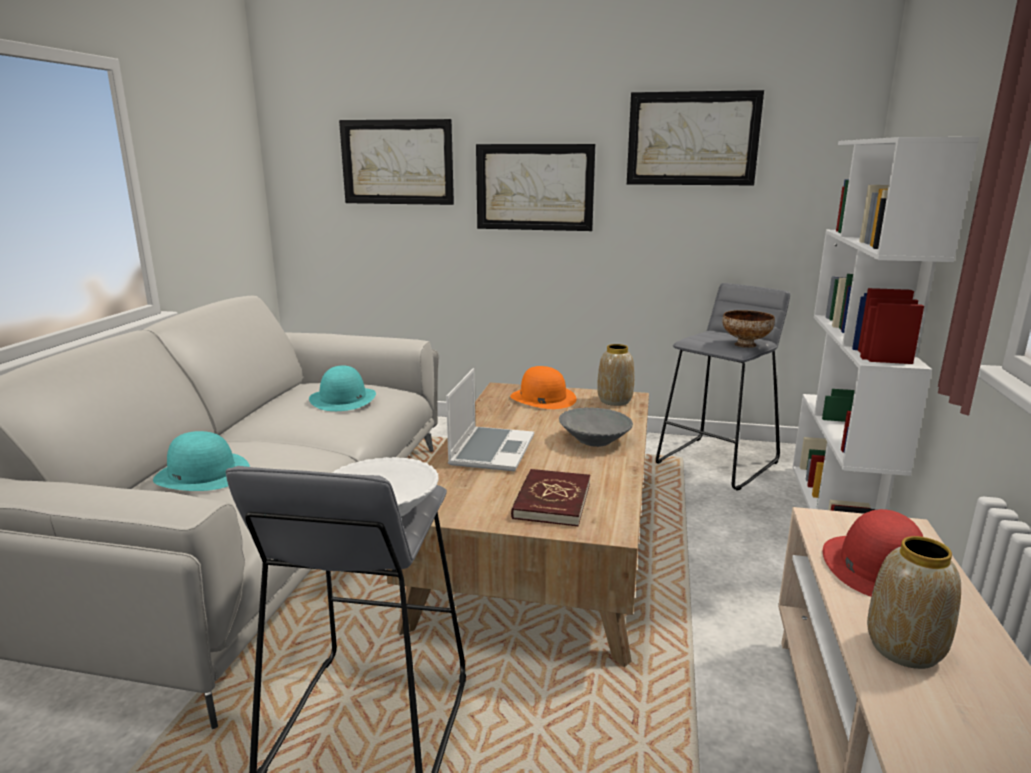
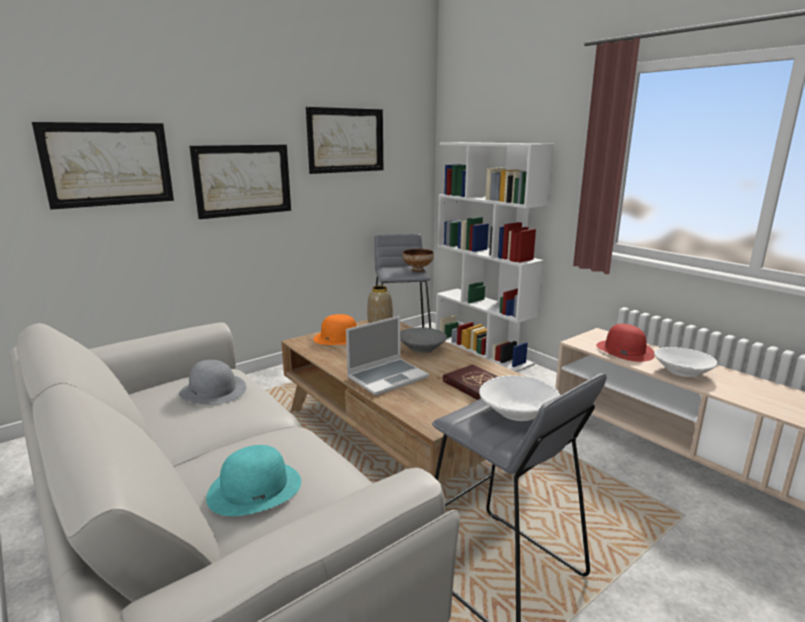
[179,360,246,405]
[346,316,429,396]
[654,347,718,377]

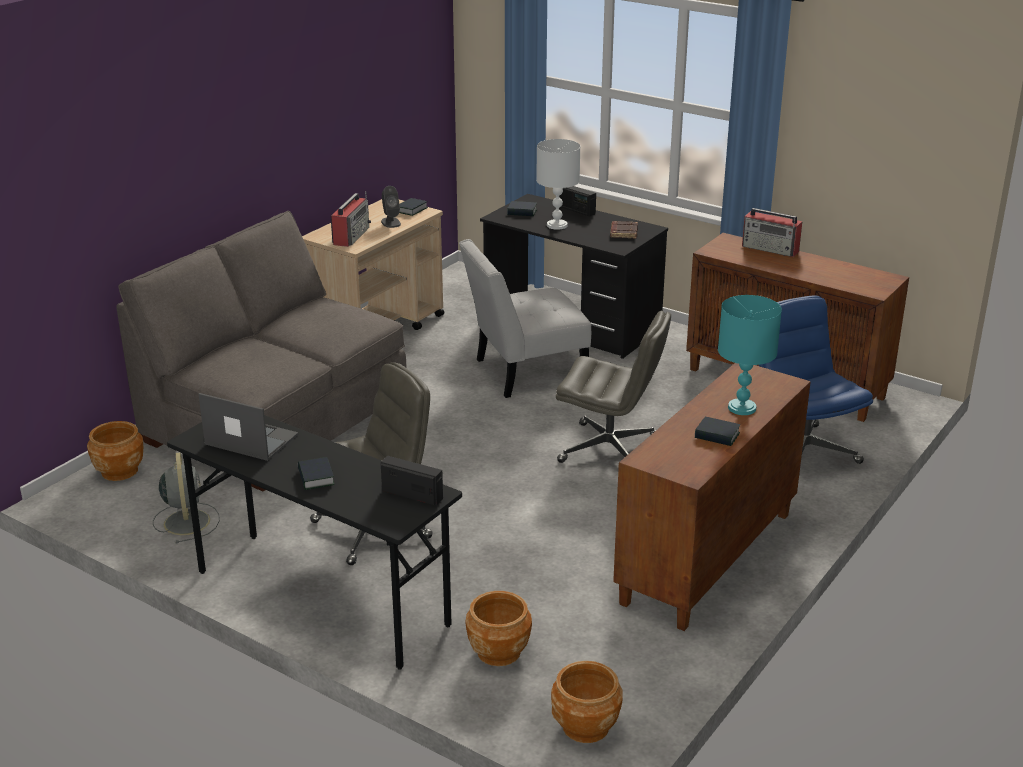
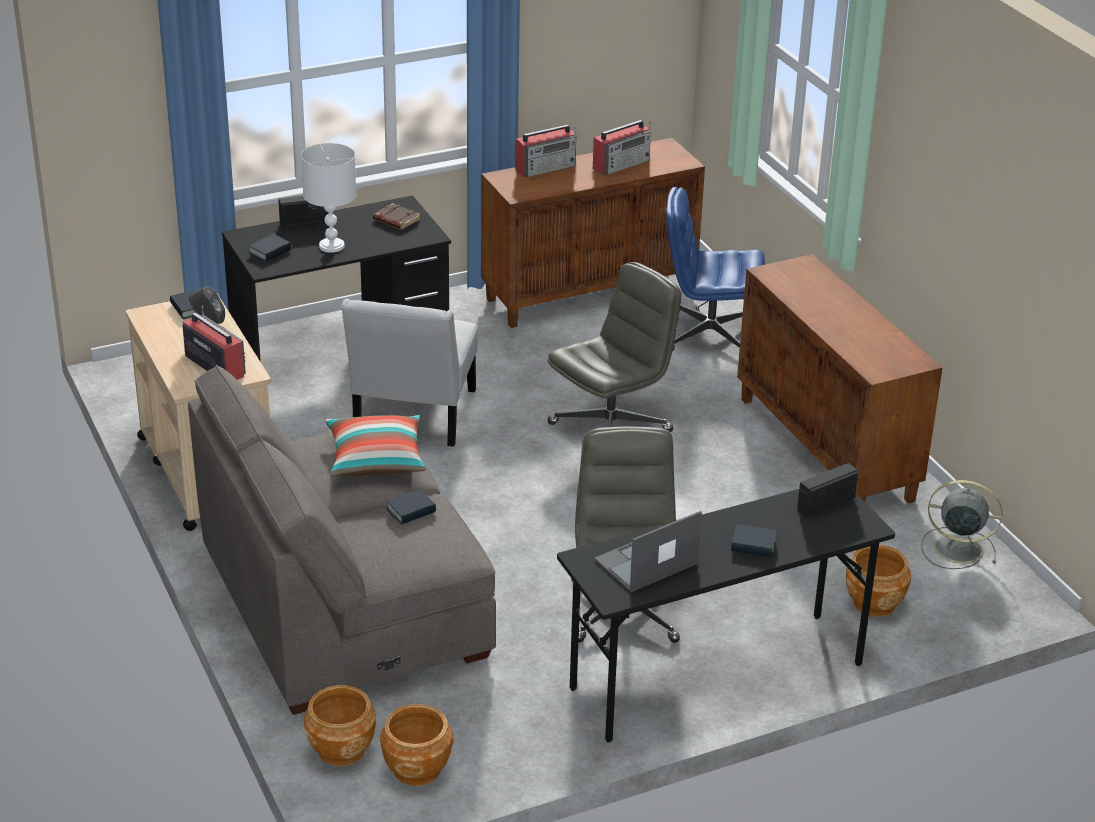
[718,295,782,415] (first image)
[386,489,436,524]
[921,480,1002,569]
[380,704,454,786]
[593,120,651,176]
[325,415,426,476]

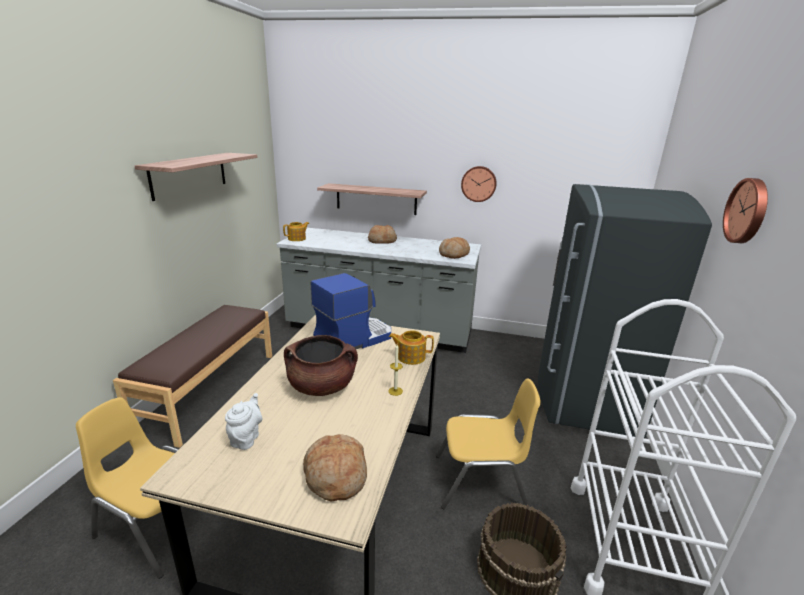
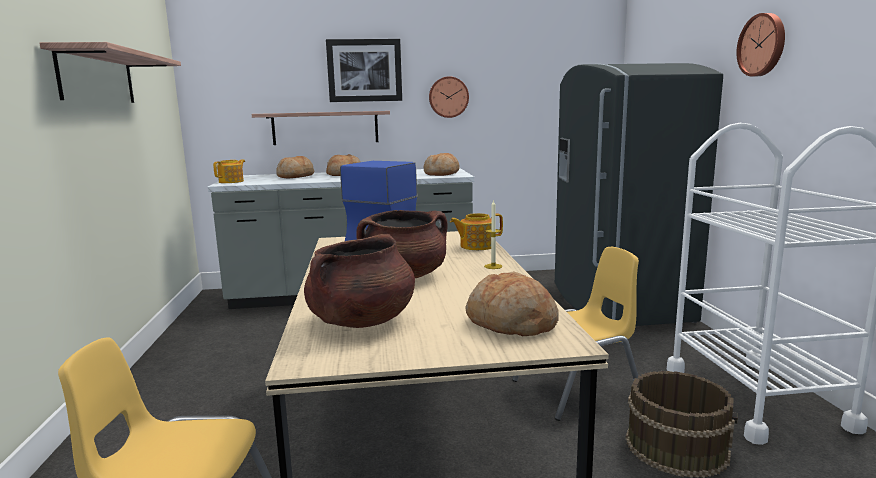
[113,305,272,448] (first image)
[304,234,415,328]
[326,39,402,102]
[276,156,314,178]

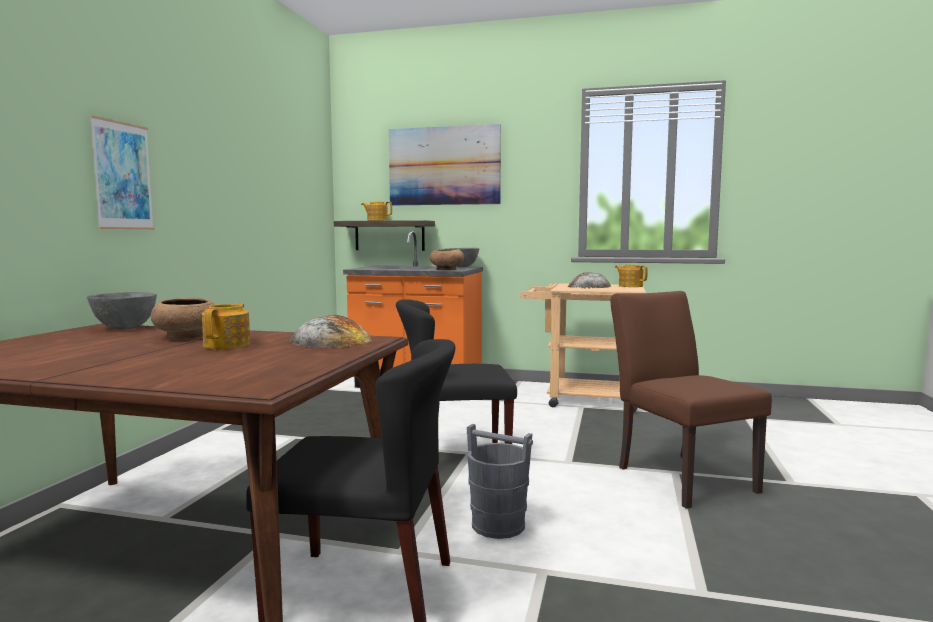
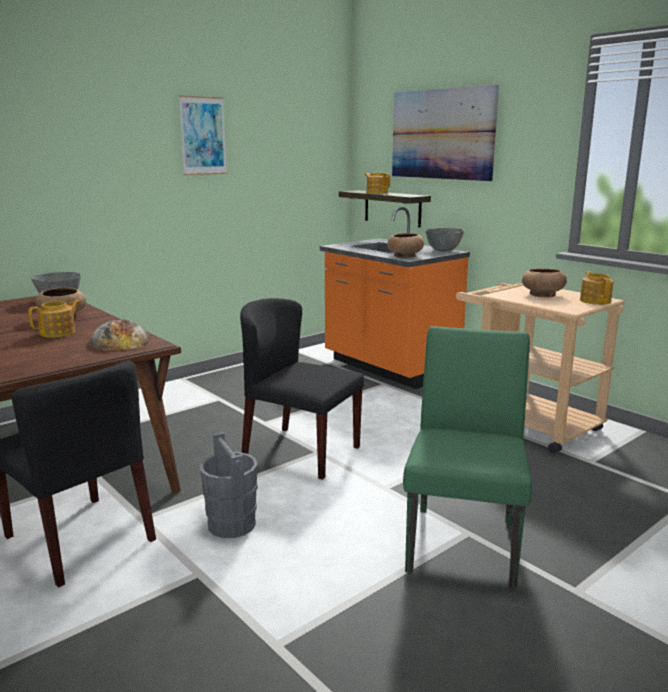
[179,95,227,175]
[522,268,567,297]
[403,326,532,588]

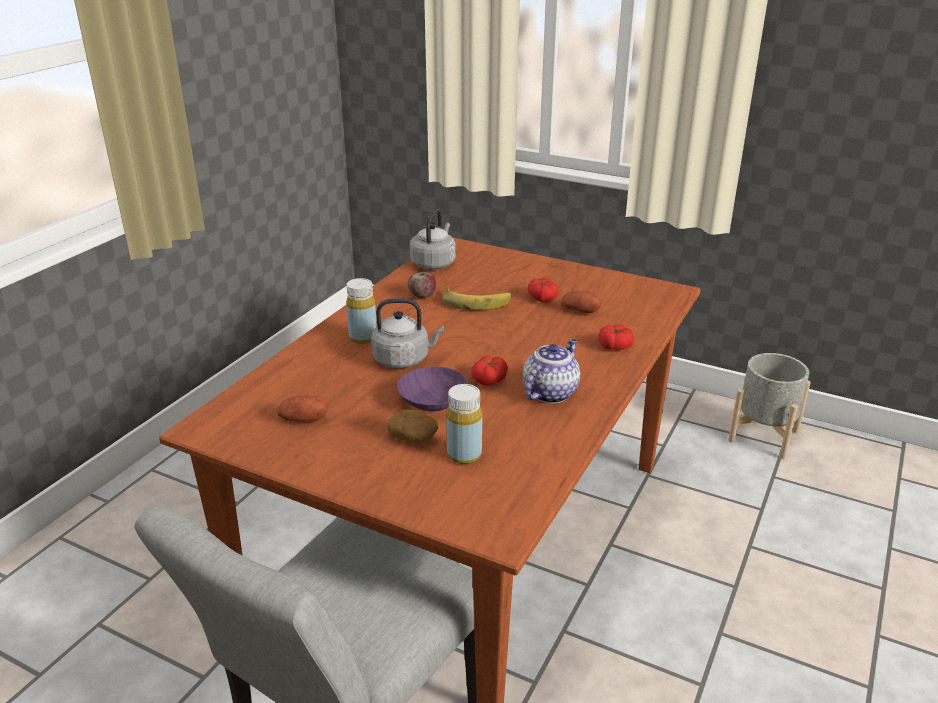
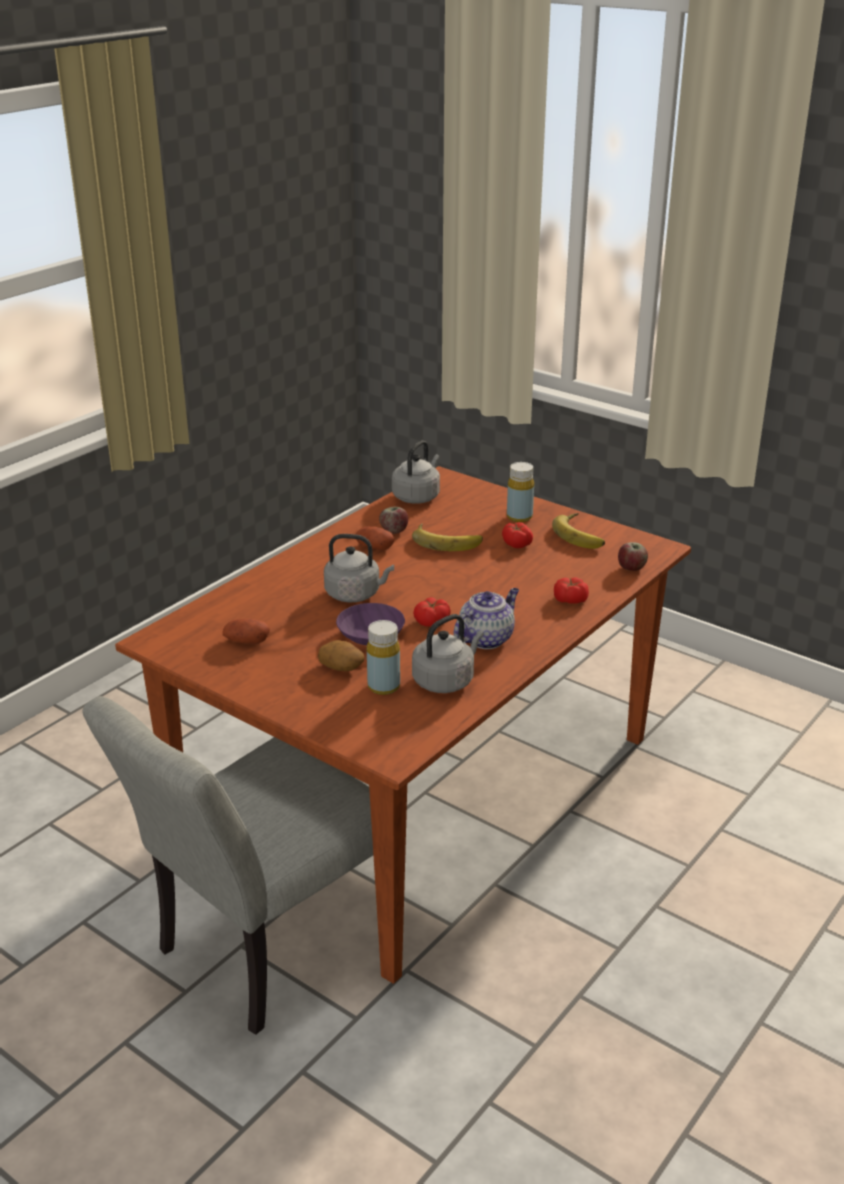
[507,462,534,522]
[356,527,394,550]
[728,353,811,459] (first image)
[552,513,605,549]
[618,542,648,571]
[412,614,484,693]

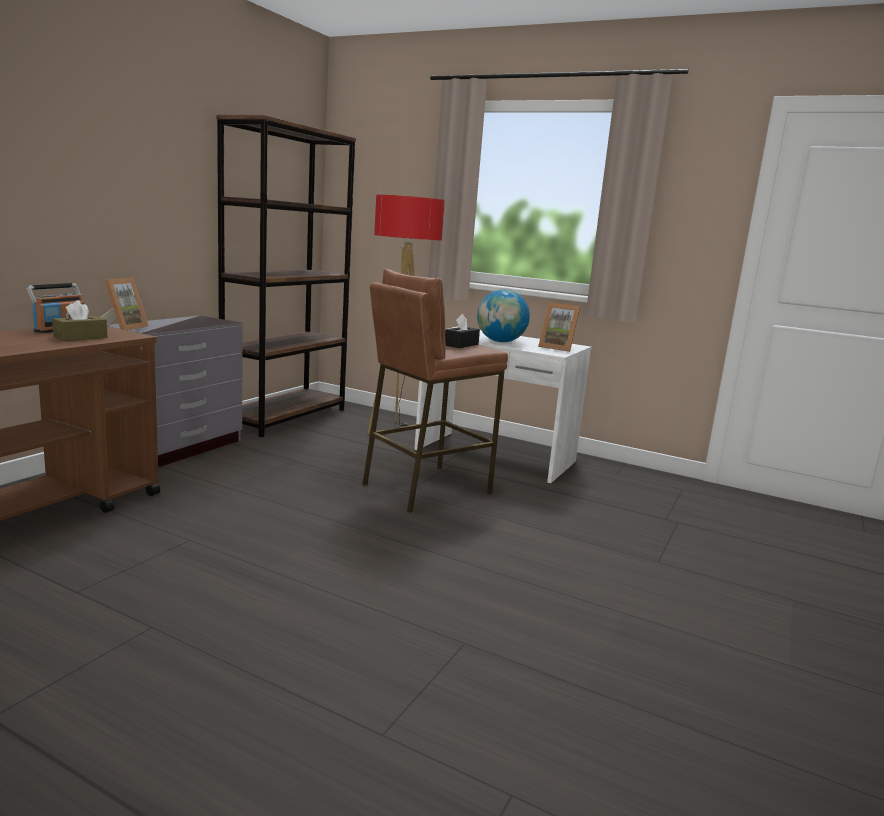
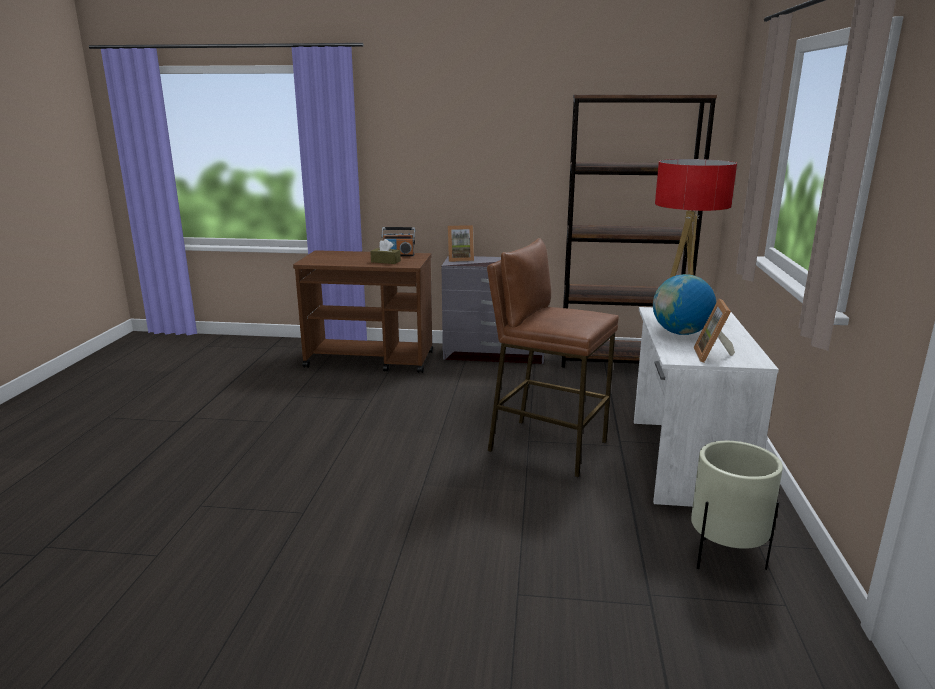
[445,314,480,348] (first image)
[691,441,783,570]

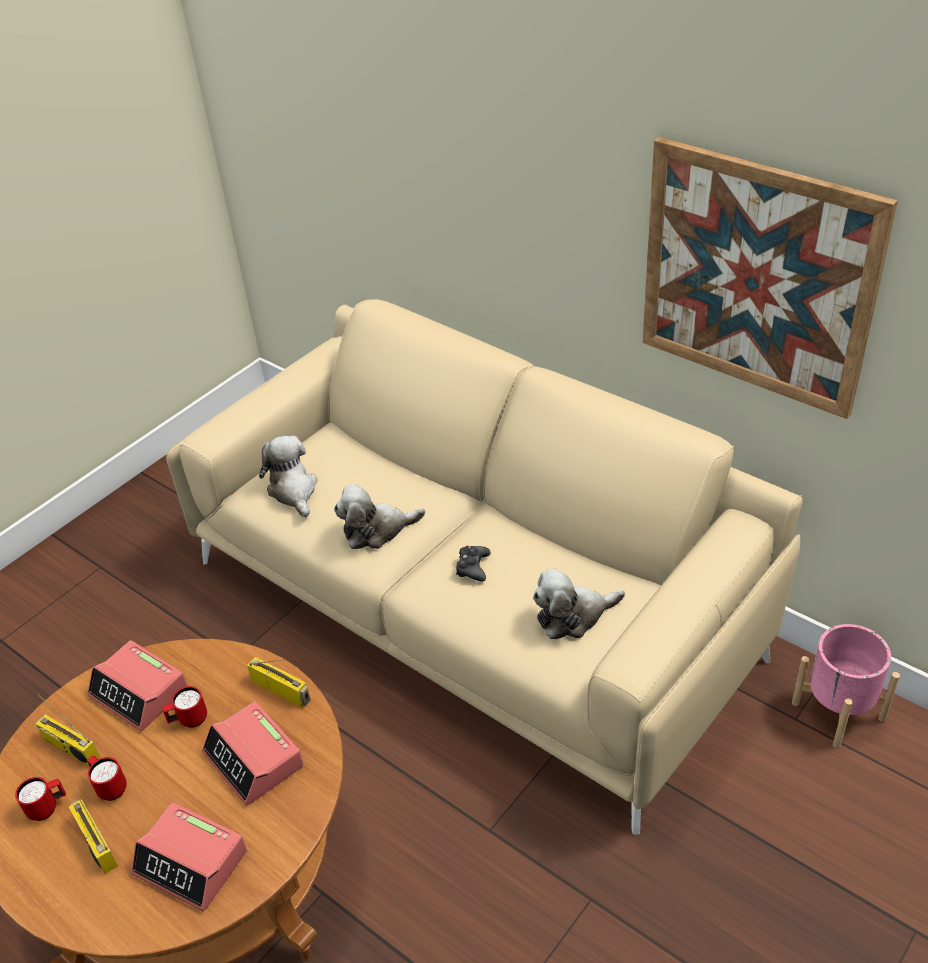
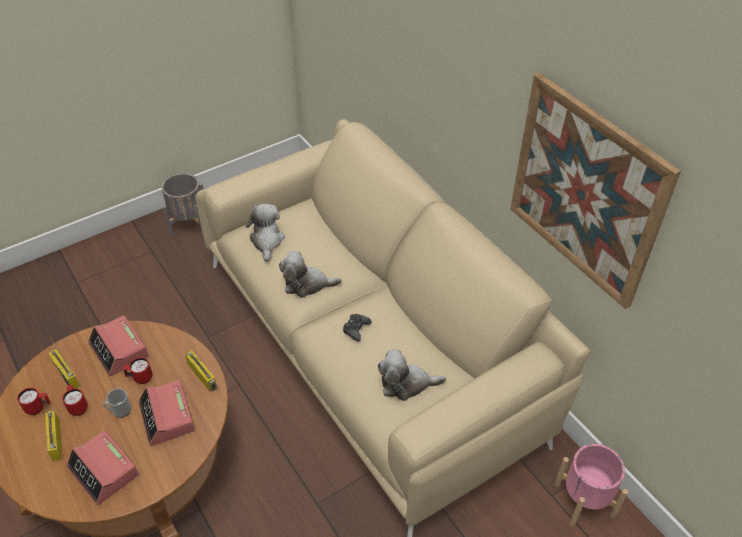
[162,173,204,236]
[103,388,131,418]

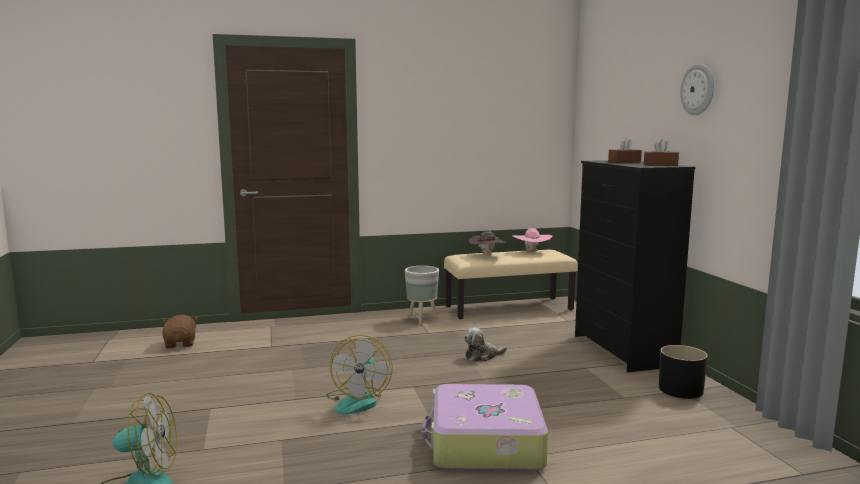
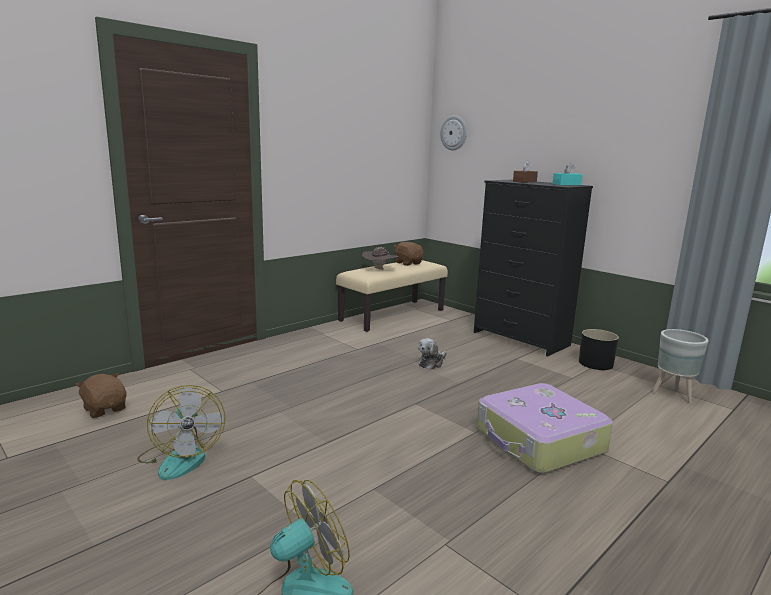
[440,116,467,150]
[552,163,583,185]
[394,242,424,266]
[652,329,709,403]
[137,385,225,480]

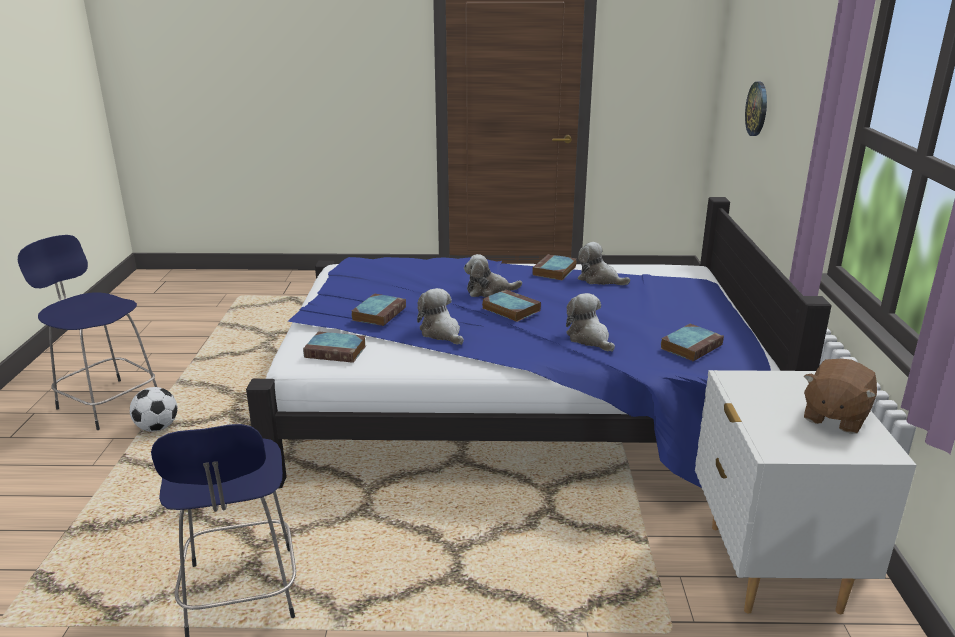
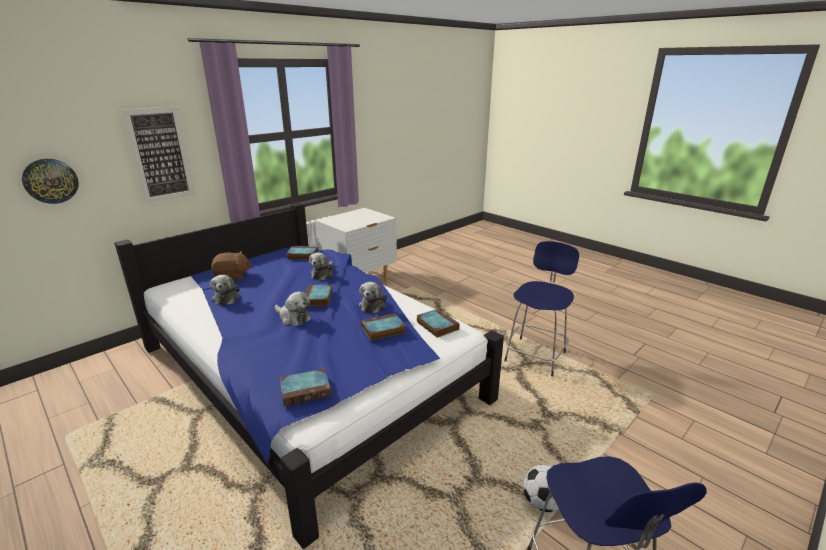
[280,369,331,406]
[211,251,252,281]
[122,107,195,203]

